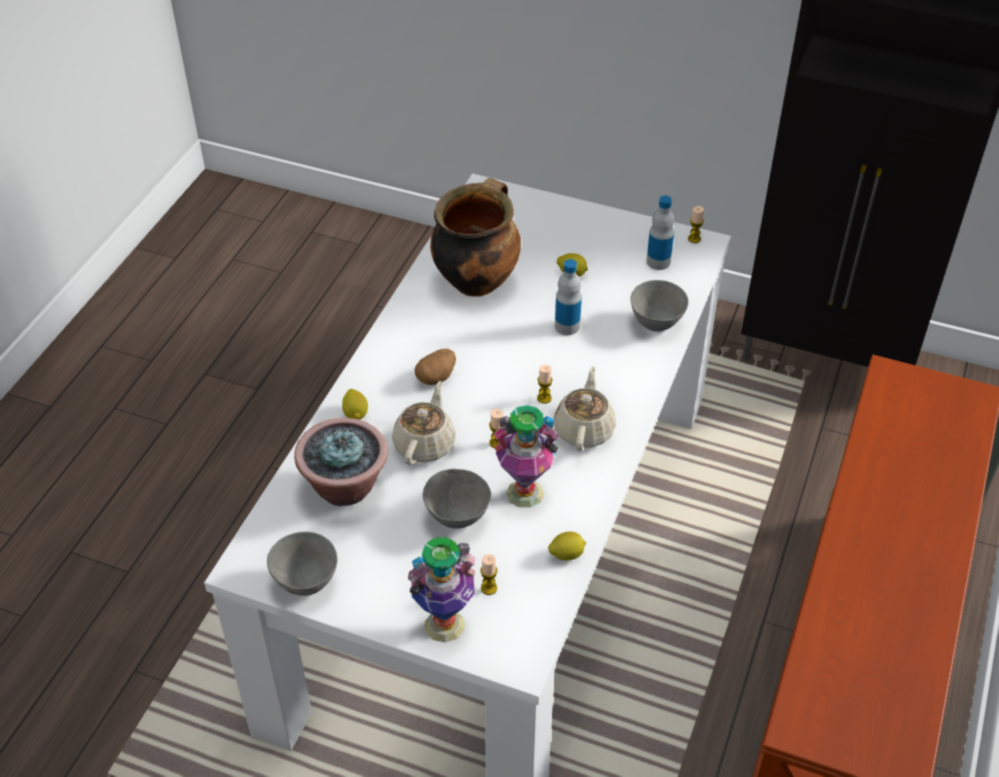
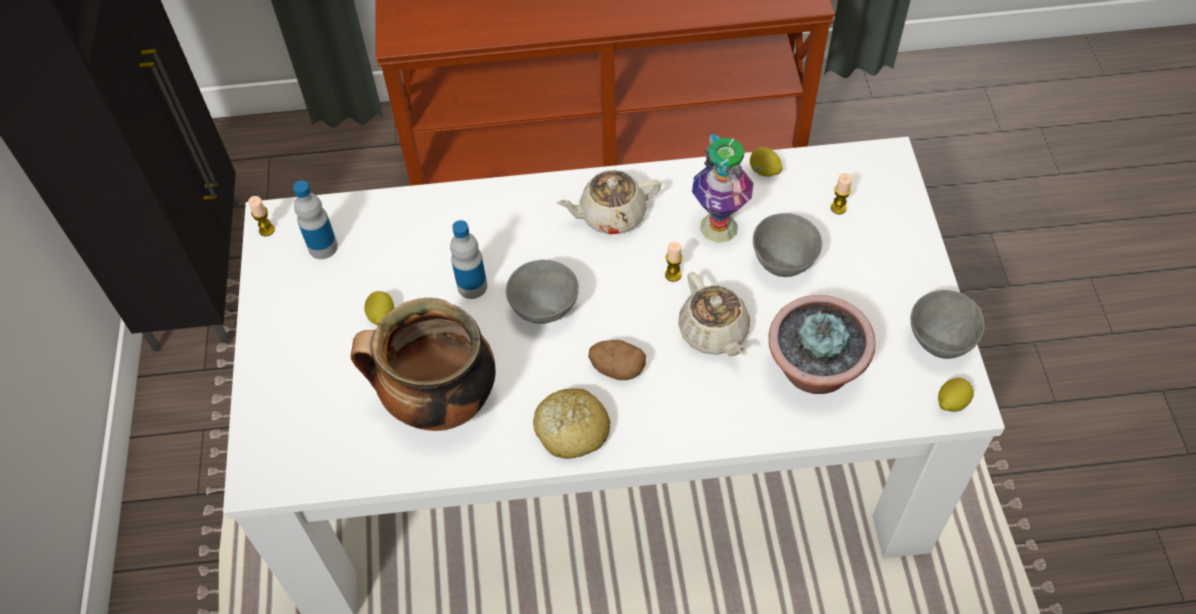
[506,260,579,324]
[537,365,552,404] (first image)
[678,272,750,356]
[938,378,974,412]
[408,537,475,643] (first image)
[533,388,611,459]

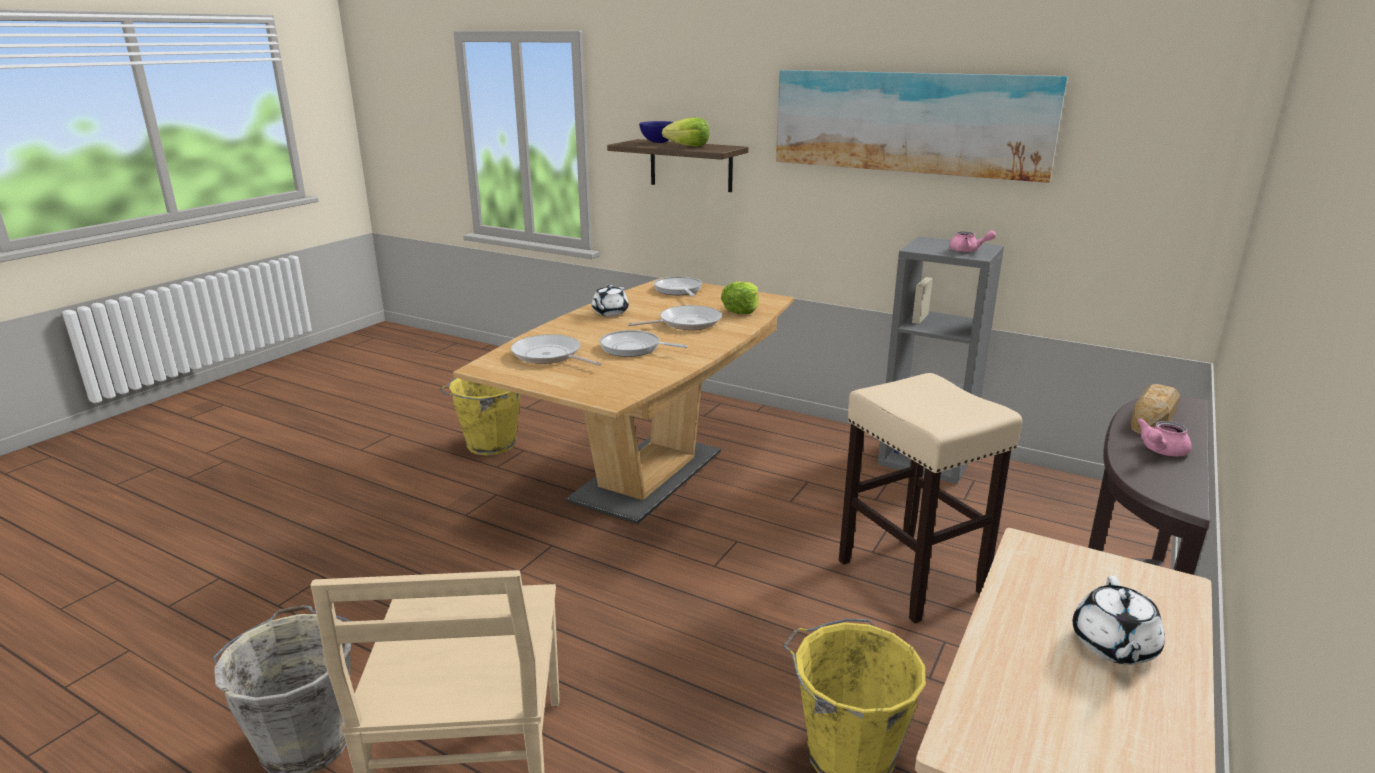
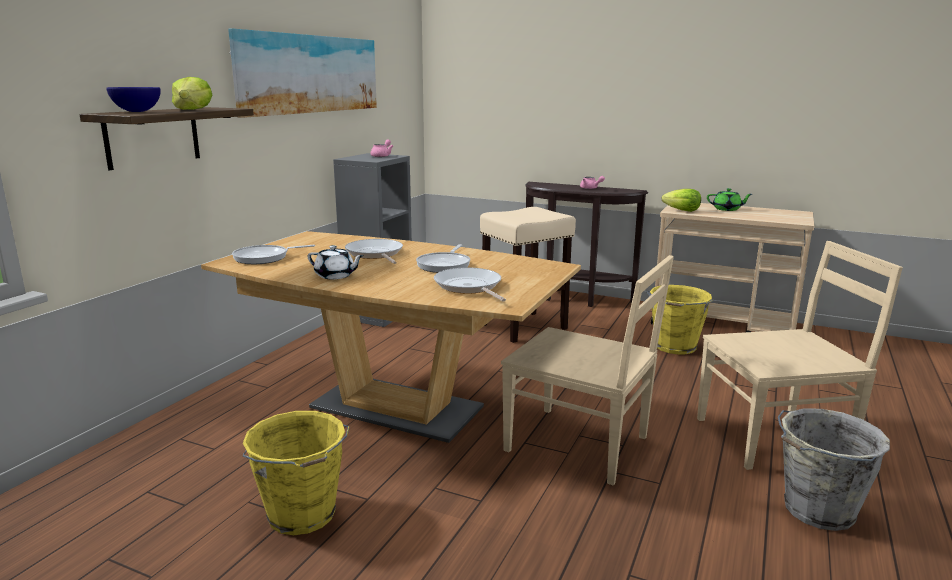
[662,189,701,212]
[434,268,506,302]
[1131,384,1180,434] (first image)
[707,188,752,211]
[501,255,674,485]

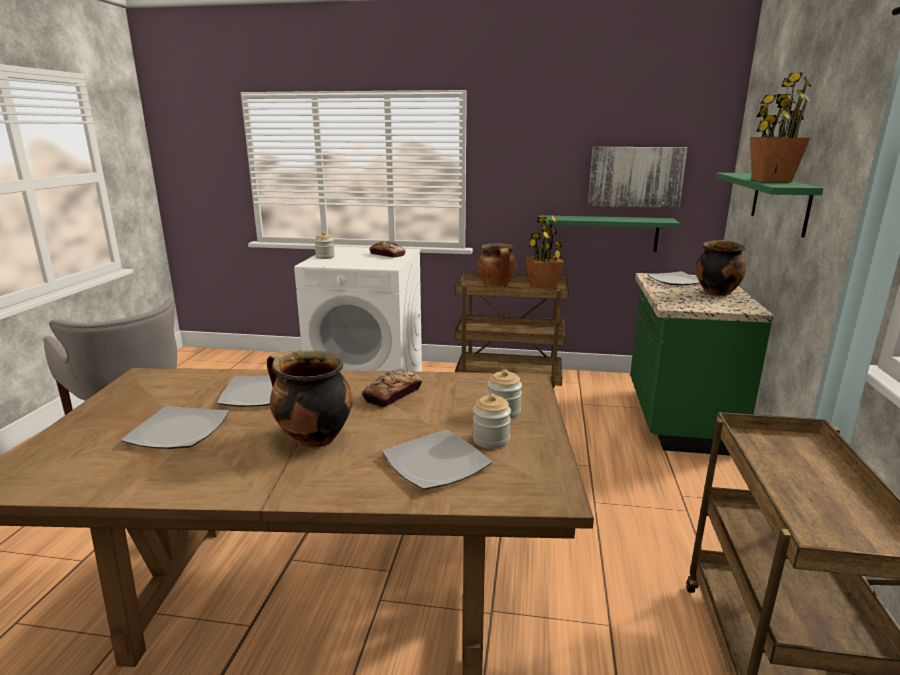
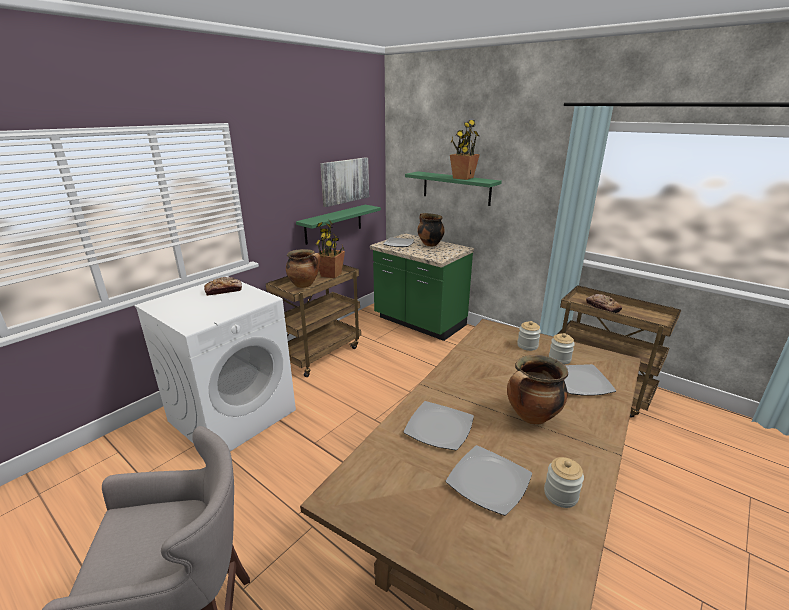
[544,457,584,508]
[586,294,622,313]

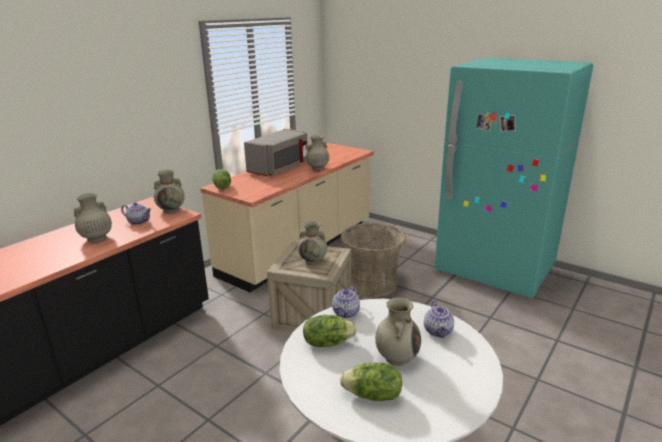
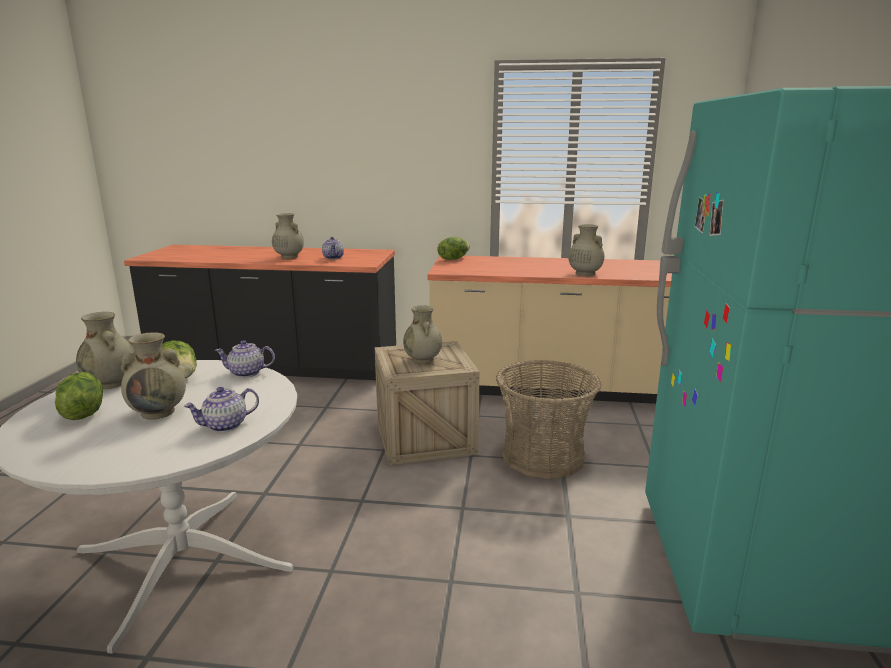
[244,129,308,176] (first image)
[76,312,134,389]

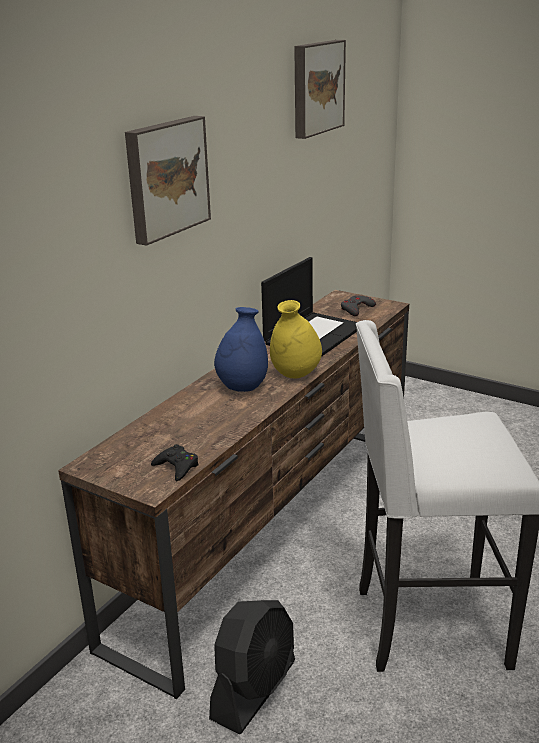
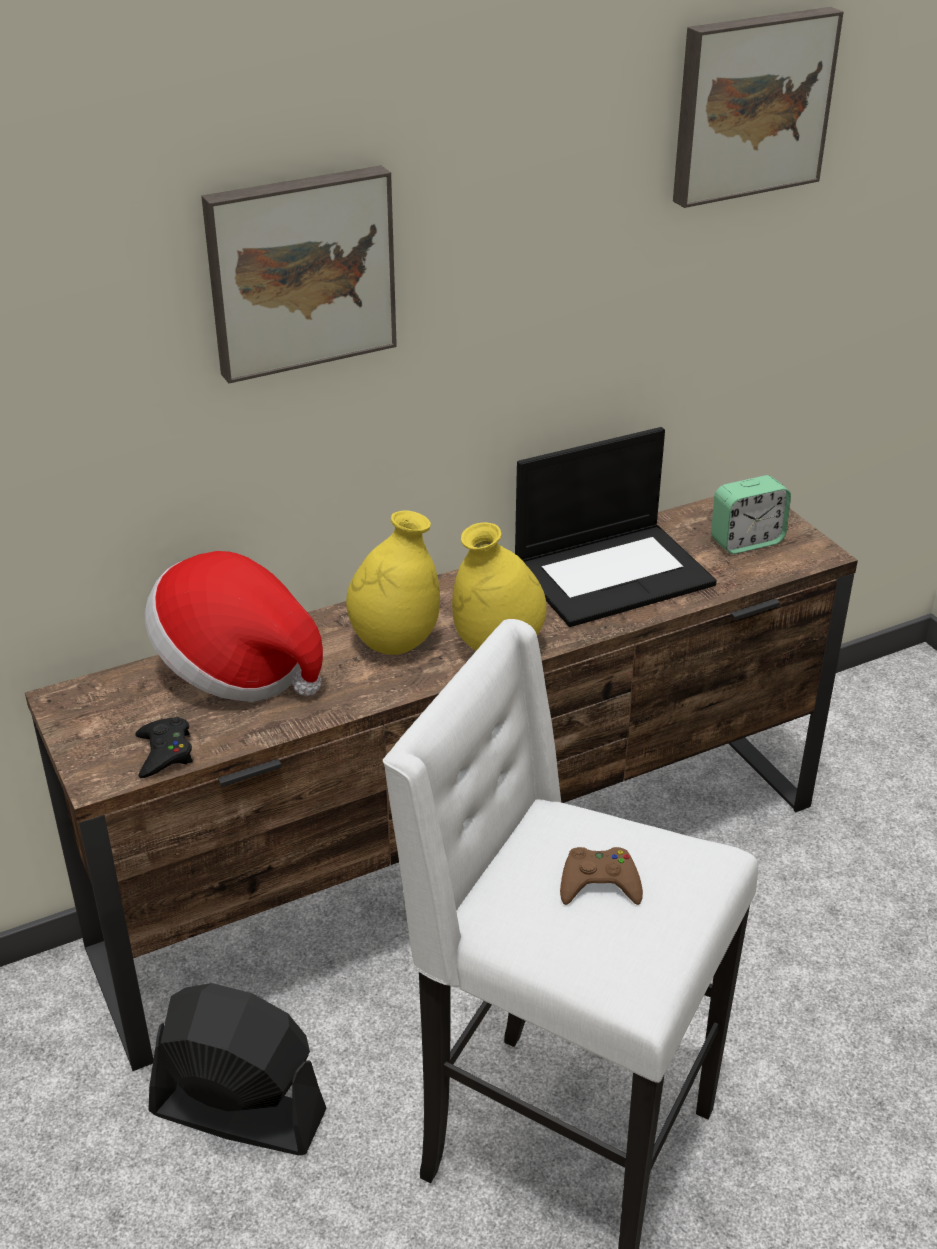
[711,475,791,554]
[346,510,440,655]
[149,983,327,1155]
[145,551,323,702]
[560,847,643,905]

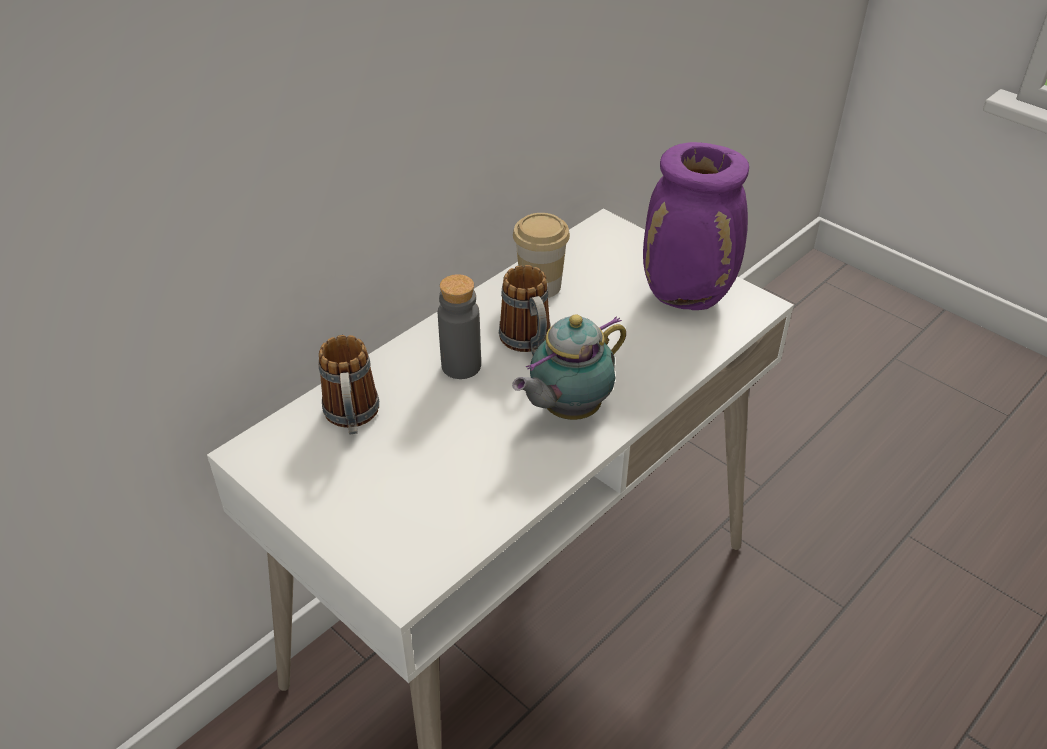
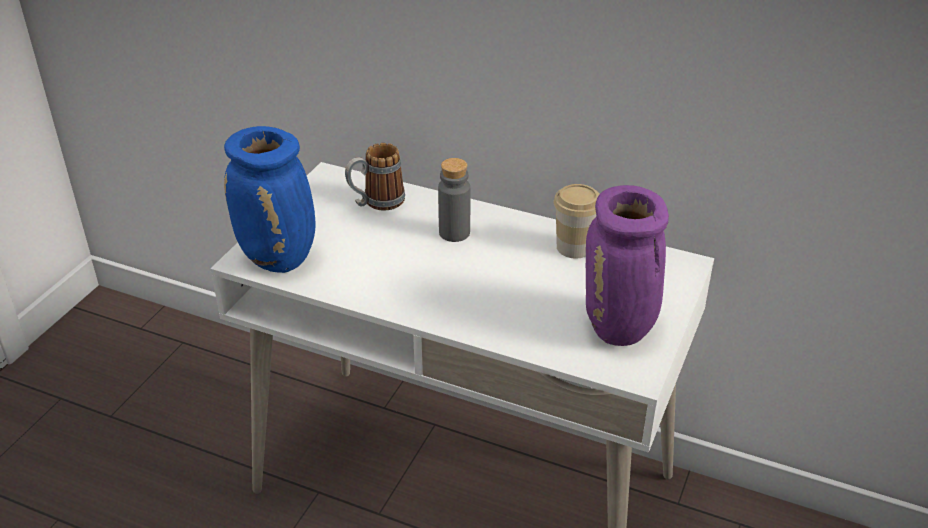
[499,265,551,355] (first image)
[512,314,626,420] (first image)
[224,126,316,273]

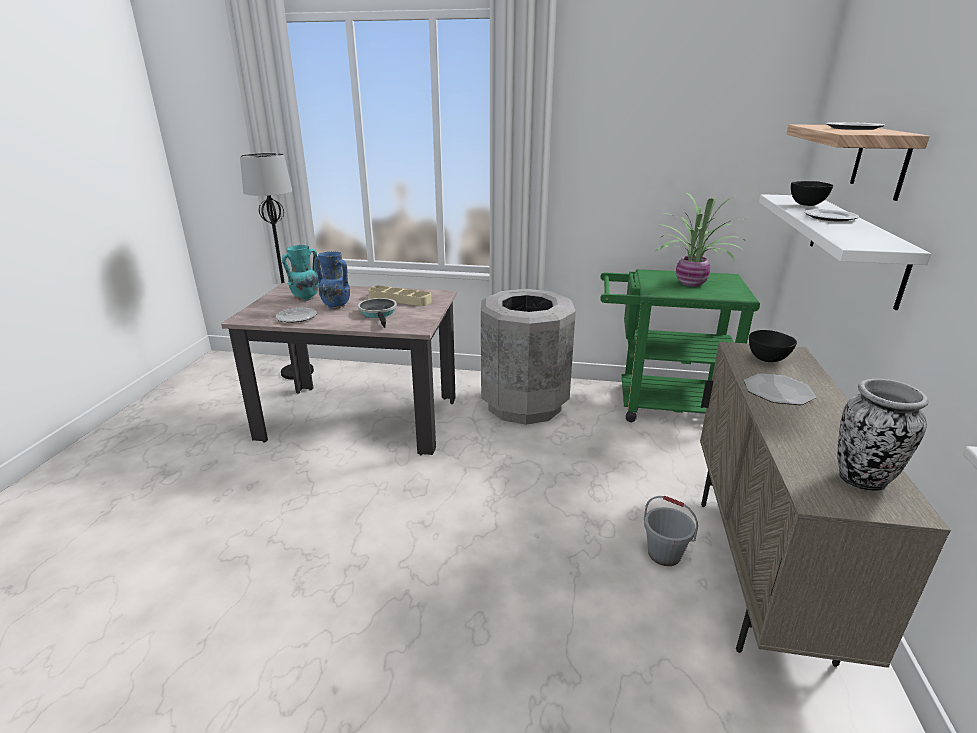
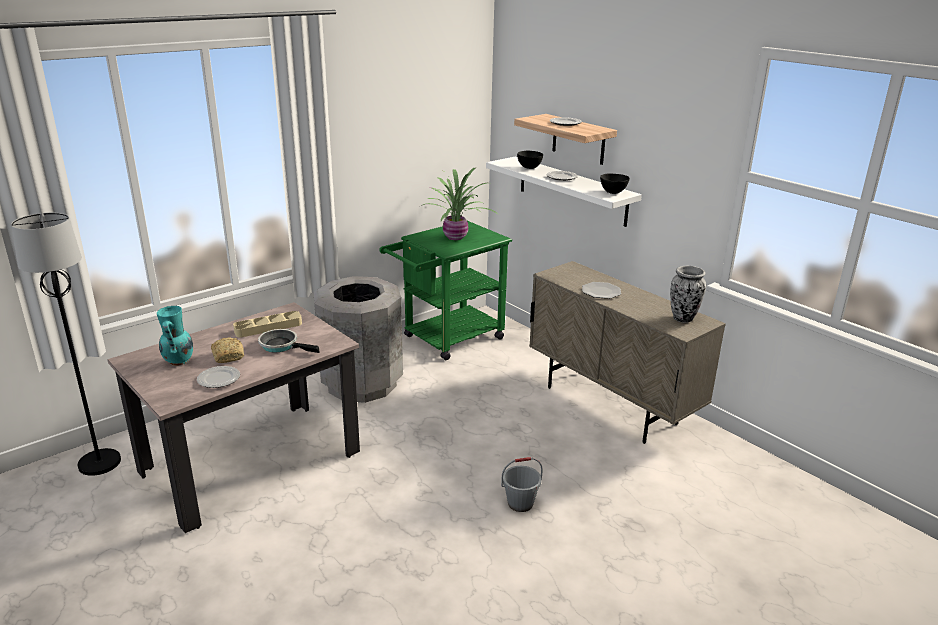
[211,337,244,363]
[600,174,630,194]
[501,457,543,512]

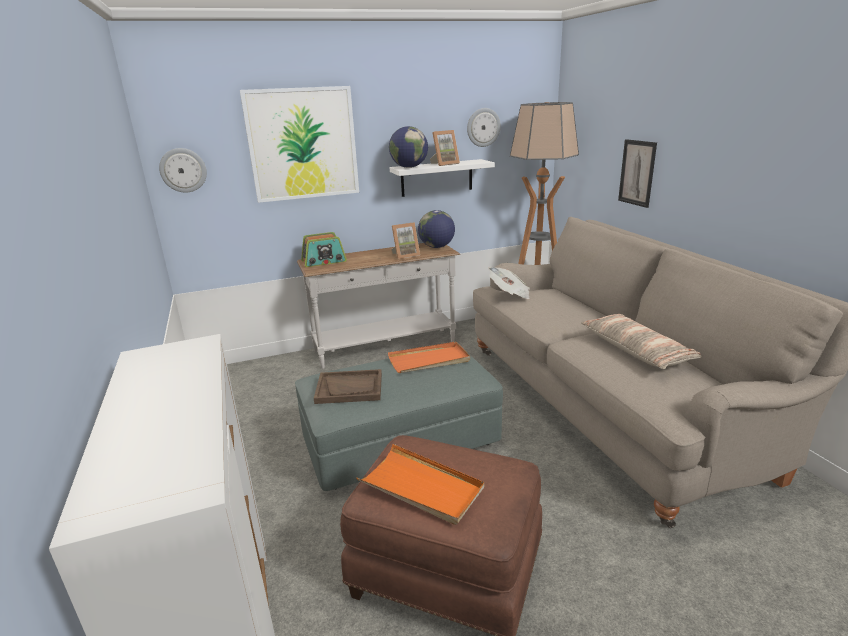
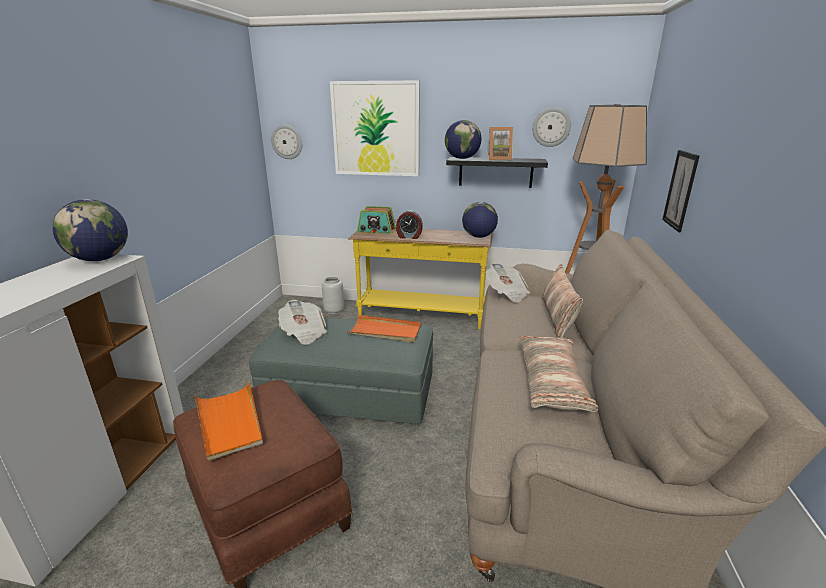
[446,157,548,188]
[391,222,420,259] (first image)
[348,228,493,329]
[278,300,327,345]
[53,199,128,261]
[396,211,423,239]
[542,264,583,338]
[322,277,344,314]

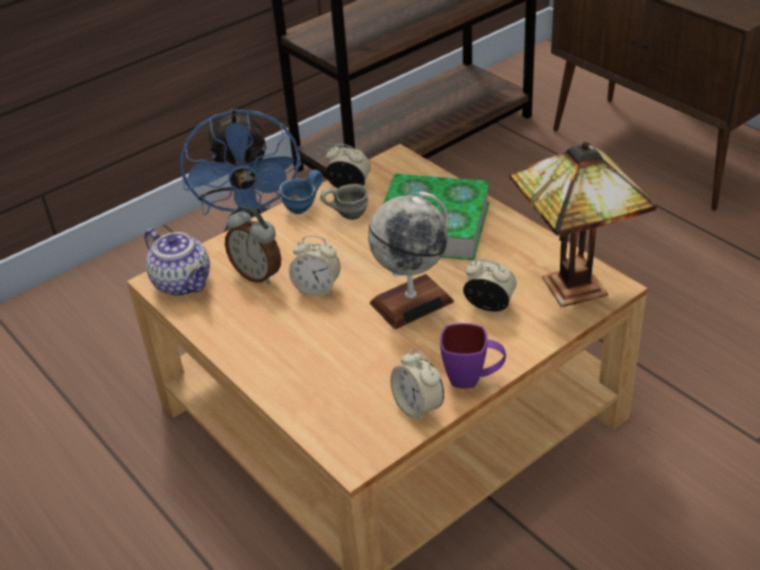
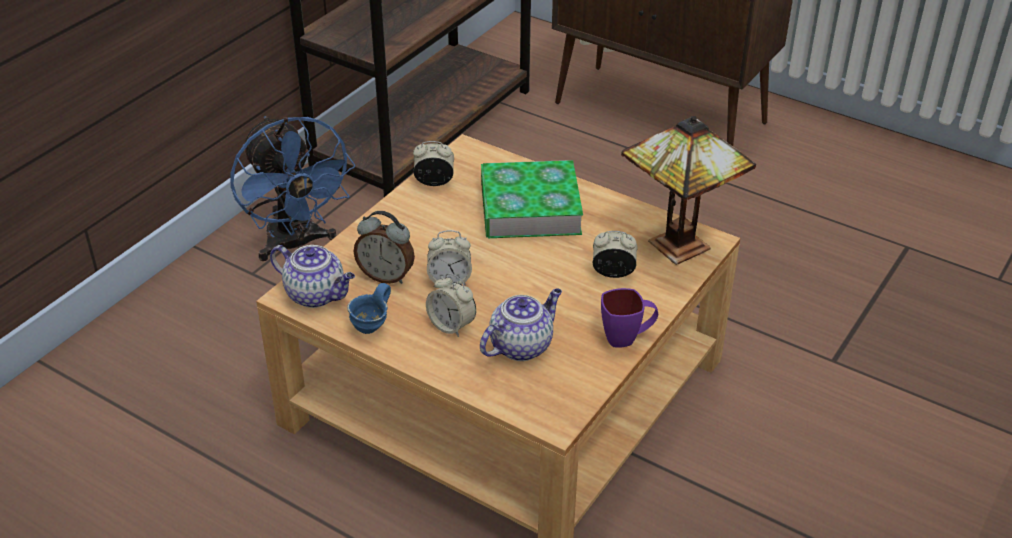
[347,283,391,334]
[320,184,368,220] (first image)
[368,192,454,329] (first image)
[426,273,476,337]
[480,288,562,361]

